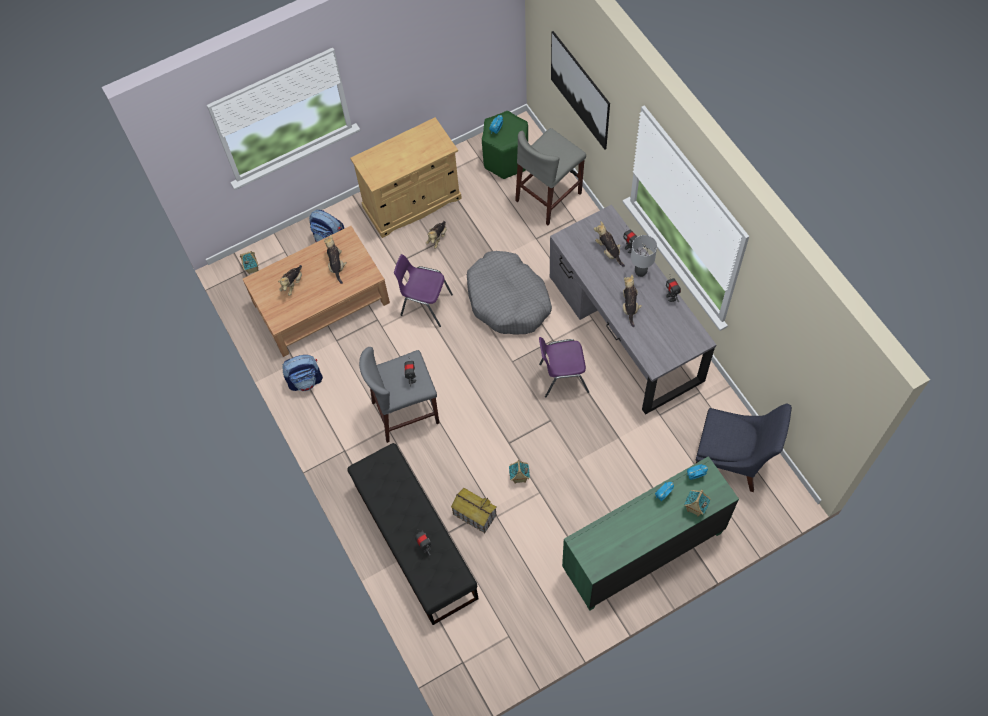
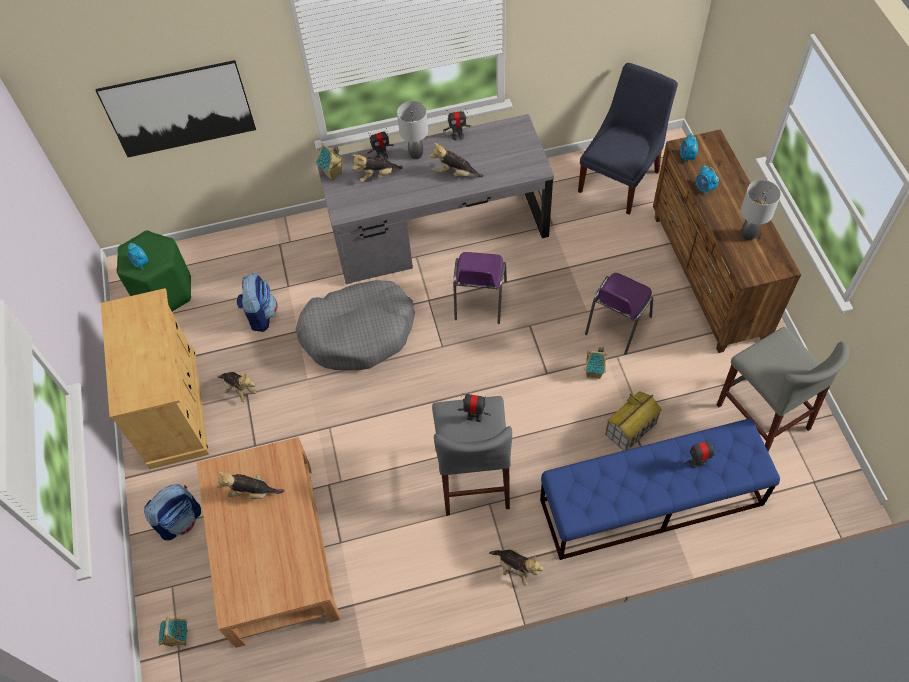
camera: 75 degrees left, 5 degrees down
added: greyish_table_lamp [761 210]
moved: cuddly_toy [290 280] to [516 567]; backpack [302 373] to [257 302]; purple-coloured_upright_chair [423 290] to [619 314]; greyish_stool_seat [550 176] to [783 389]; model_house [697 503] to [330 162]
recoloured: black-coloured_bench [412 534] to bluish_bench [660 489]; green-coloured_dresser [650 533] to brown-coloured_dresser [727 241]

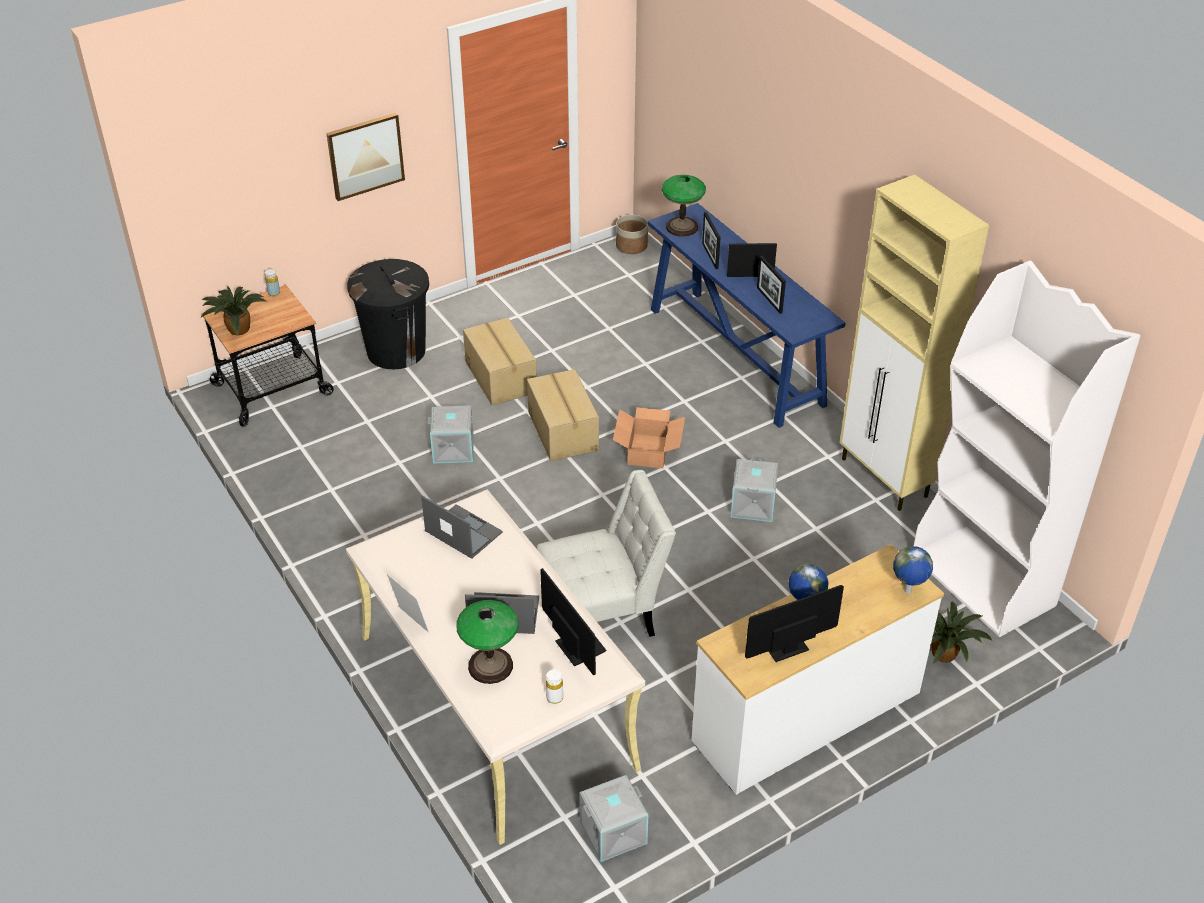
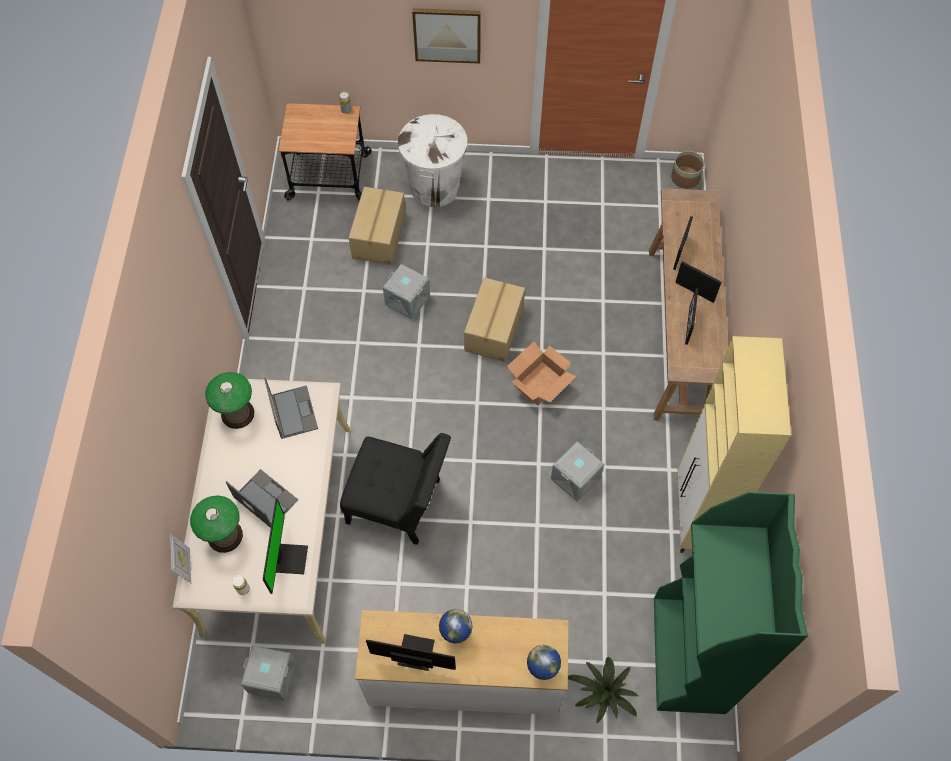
camera: 35 degrees right, 20 degrees up
removed: houseplant [233 310]
moved: photo_frame [408 603] to [180 558]; cardboard_box [500 362] to [377 226]; table_lamp [684 206] to [229 400]
recoloured: black-coloured_waste_bin [388 314] to whitish_waste_bin [432 160]; whitish_upright_chair [606 553] to black-coloured_upright_chair [395 489]; bluish_console_table [747 315] to brown-coloured_console_table [688 304]; whitish_bookcase [1027 448] to green-coloured_bookcase [731 603]

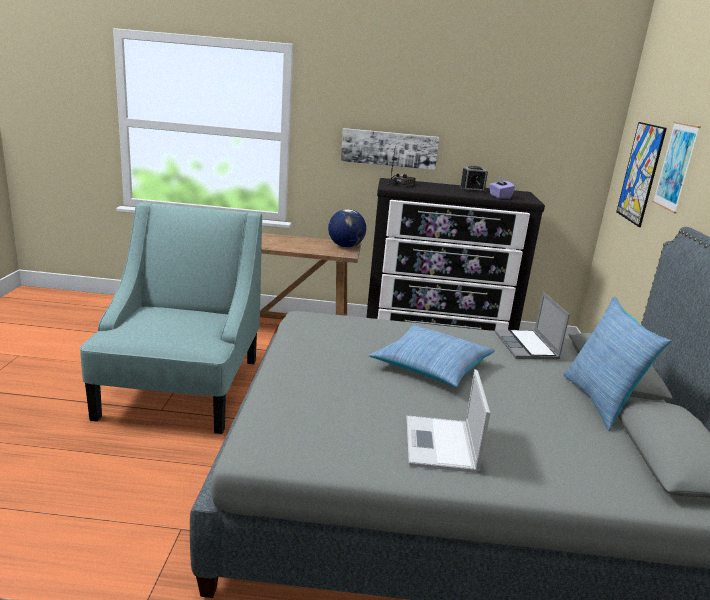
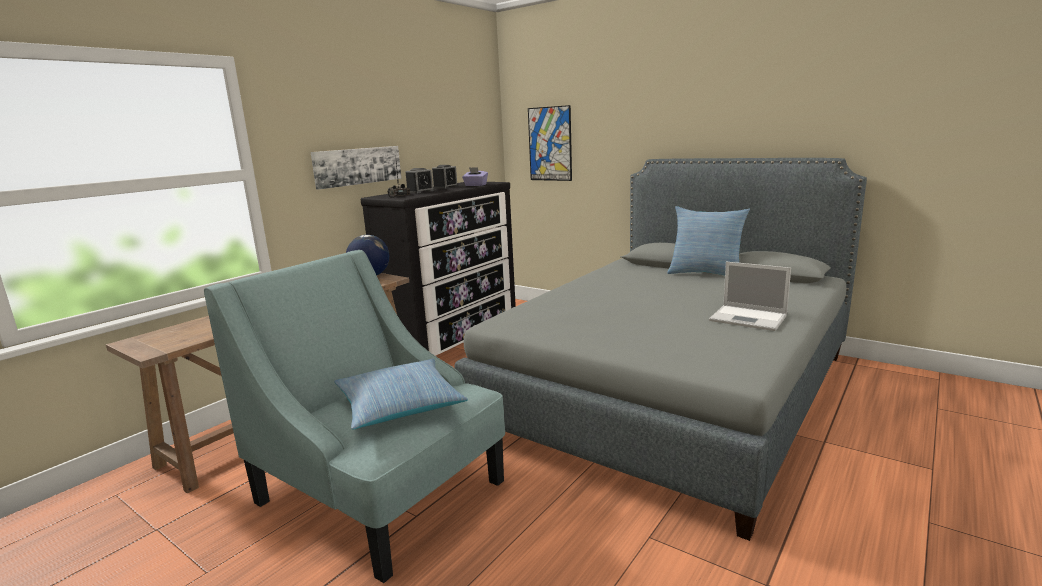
camera: 55 degrees left, 5 degrees down
removed: portable_computer [532 325]; wall_picture [676 167]
added: bedside_clock [419 181]
moved: pillow [431 356] to [401 394]

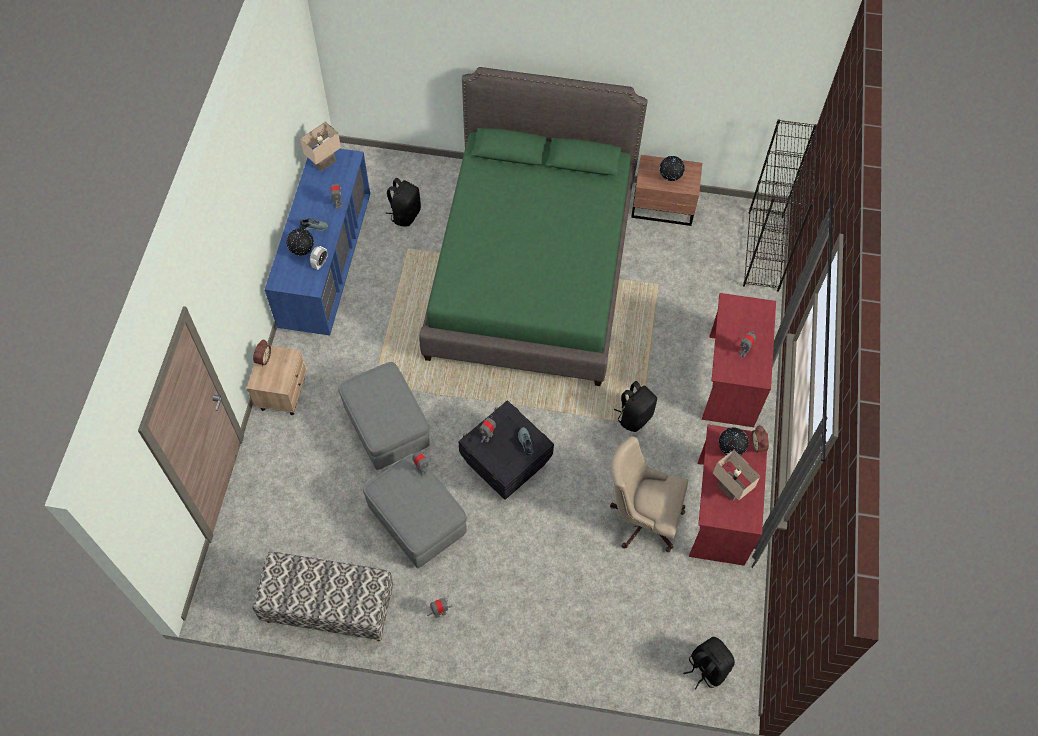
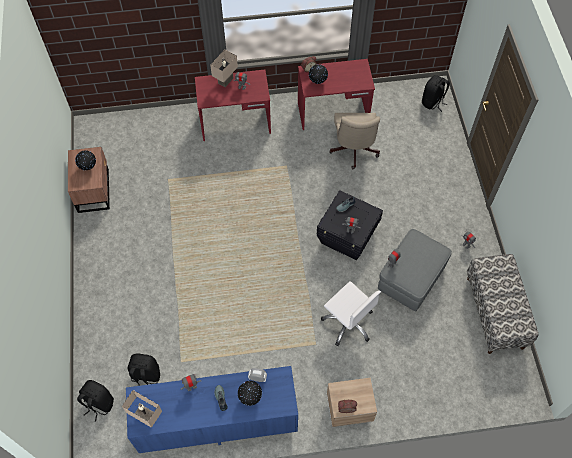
camera: 105 degrees left, 0 degrees up
removed: green-coloured_bed [533 226]; black-coloured_bookcase [780 205]
moved: black-coloured_backpack [635 406] to [95 401]; beige-coloured_table_lamp [737 475] to [224 68]
replaced: greyish_pouffe [384 416] to whitish_computer_chair [351 313]

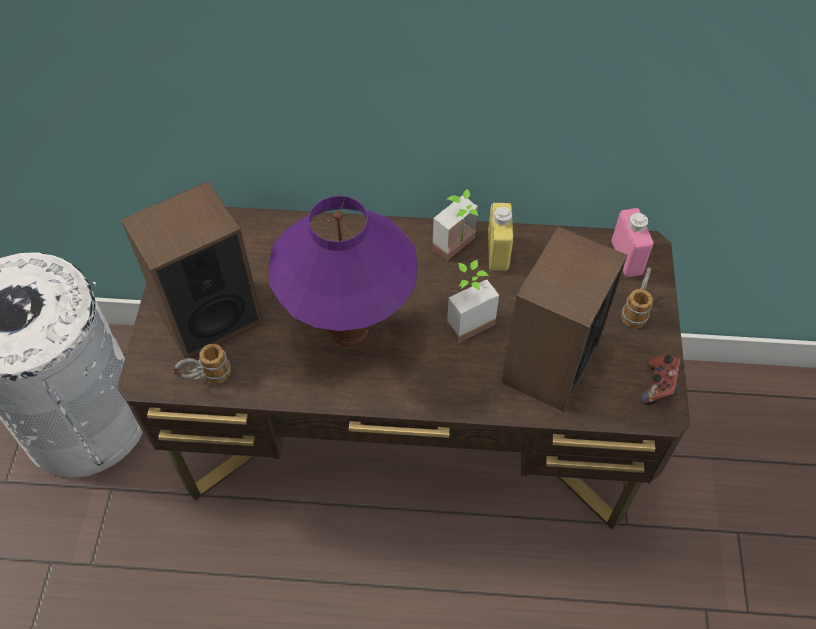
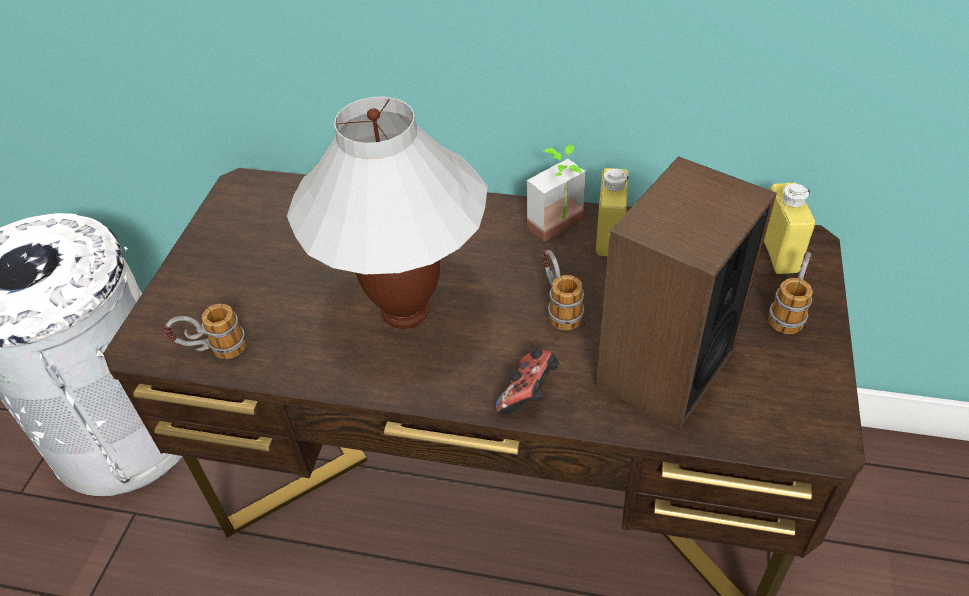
camera: 10 degrees right, 10 degrees down
removed: loudspeaker [192 270]
moved: gamepad [663 380] to [527 381]
replaced: houseplant [473 301] to tea_mug [563 290]
recoloured: purple-coloured_table_lamp [343 271] to whitish_table_lamp [387 212]; pink_drink_bottle [632 242] to yellow-coloured_drink_bottle [790 228]

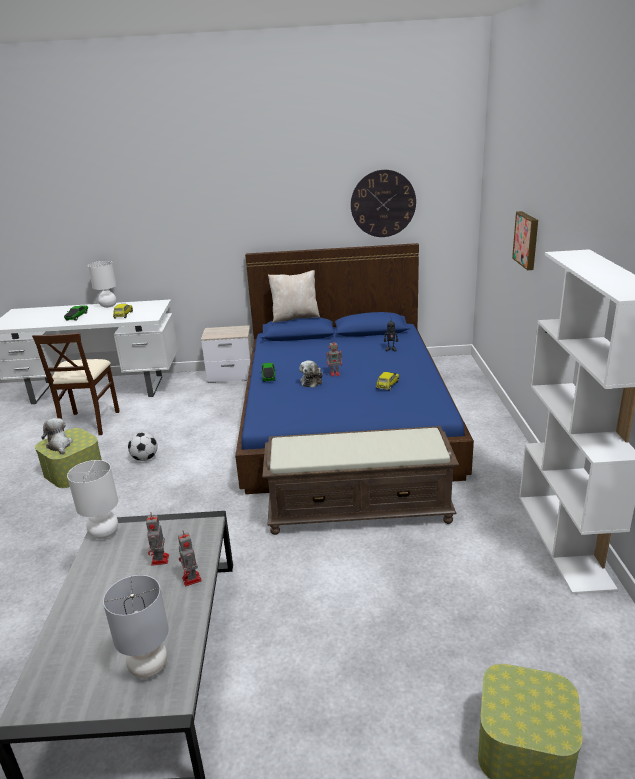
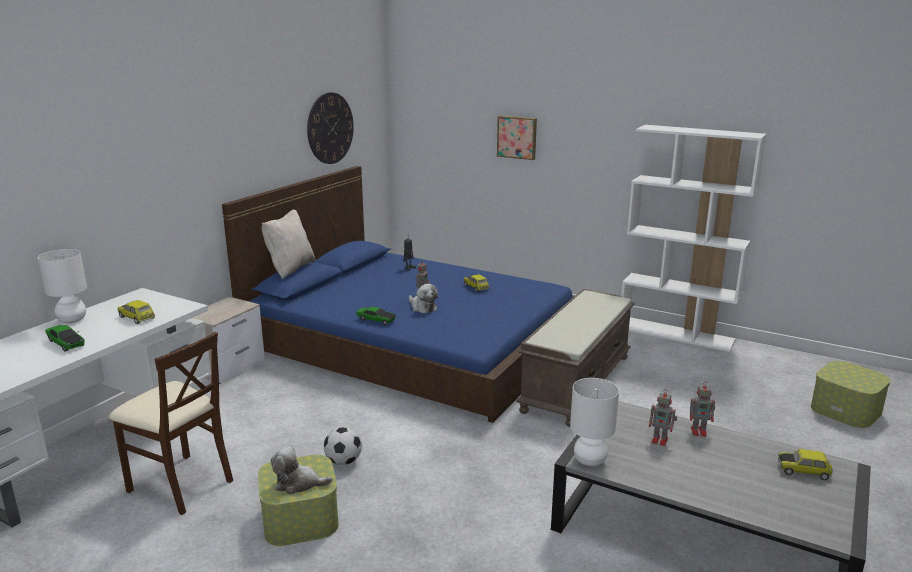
camera: 60 degrees left, 5 degrees down
replaced: greyish_table_lamp [136 627] to toy_car [805 464]

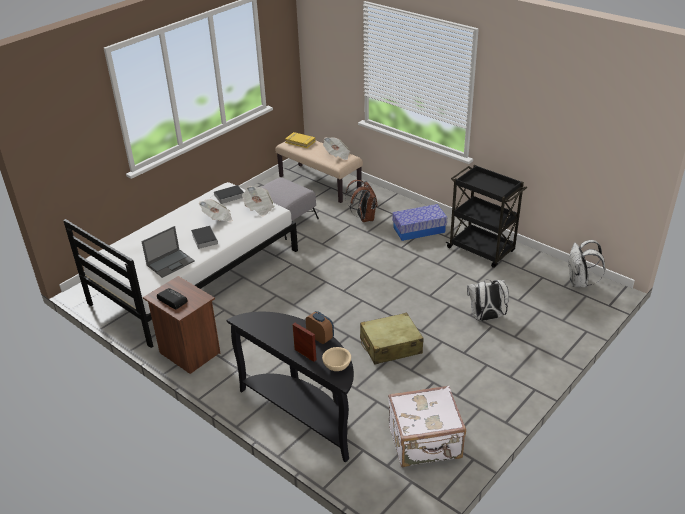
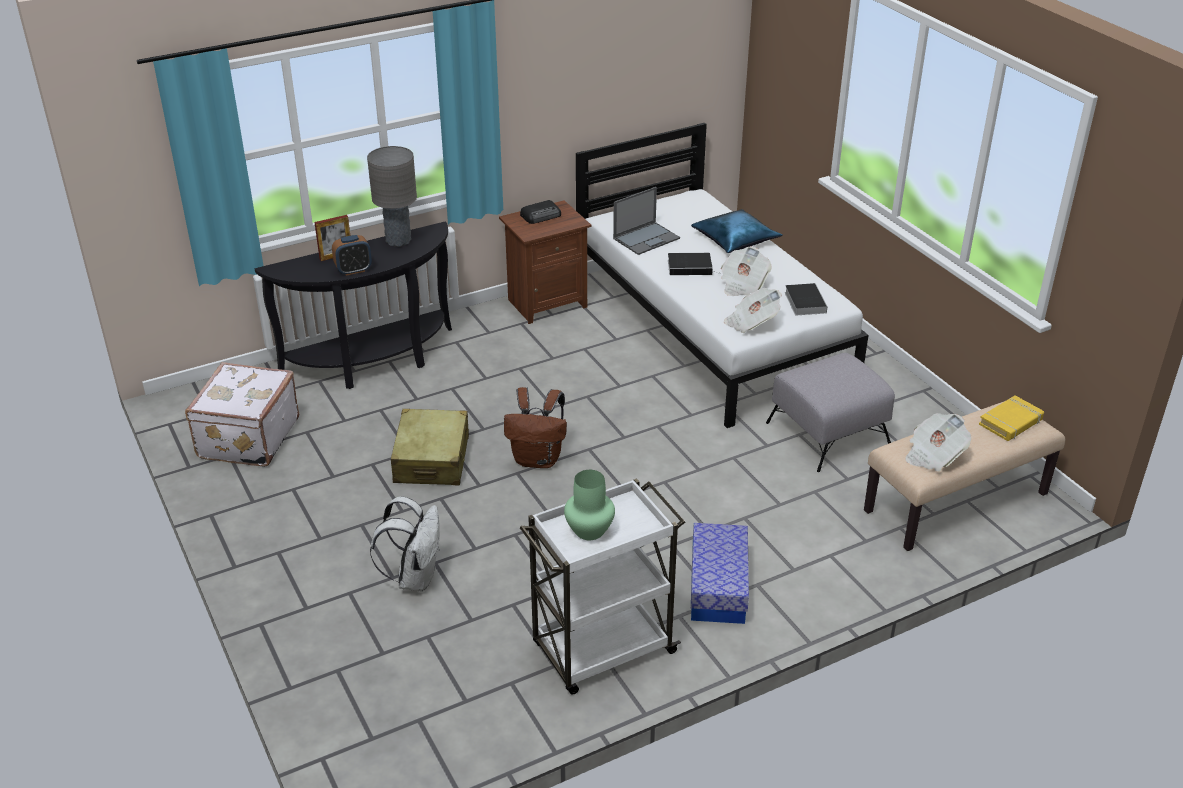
camera: 110 degrees right, 0 degrees up
removed: beige-coloured_deep_dish [336 359]; whitish_backpack [587 264]
added: greyish_table_lamp [392 196]; green-coloured_vase [589 505]; bluish_pillow [737 231]
moved: brown-coloured_backpack [361 201] to [535 427]
recoloured: black-coloured_trolley [486 216] to whitish_trolley [602 586]
turned: portable_computer [168 252] = [646 221] 105 degrees counterclockwise

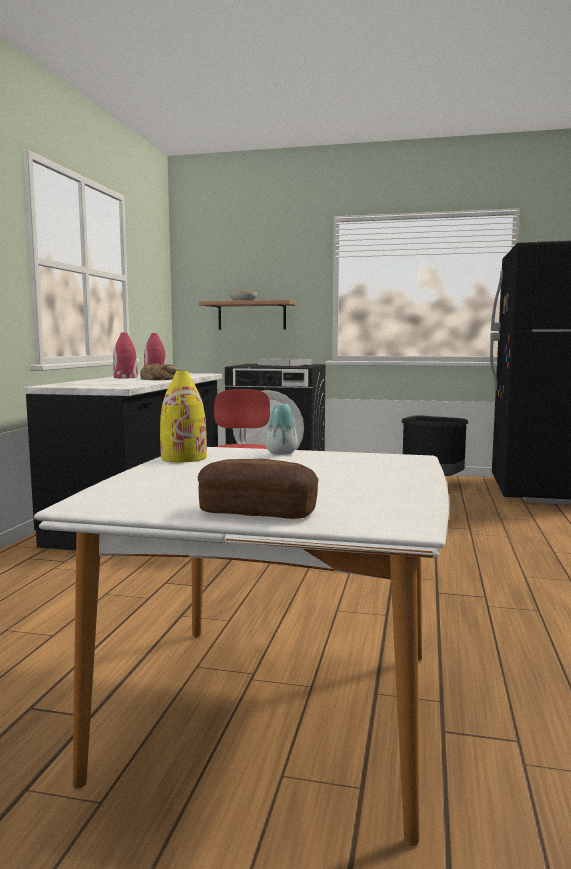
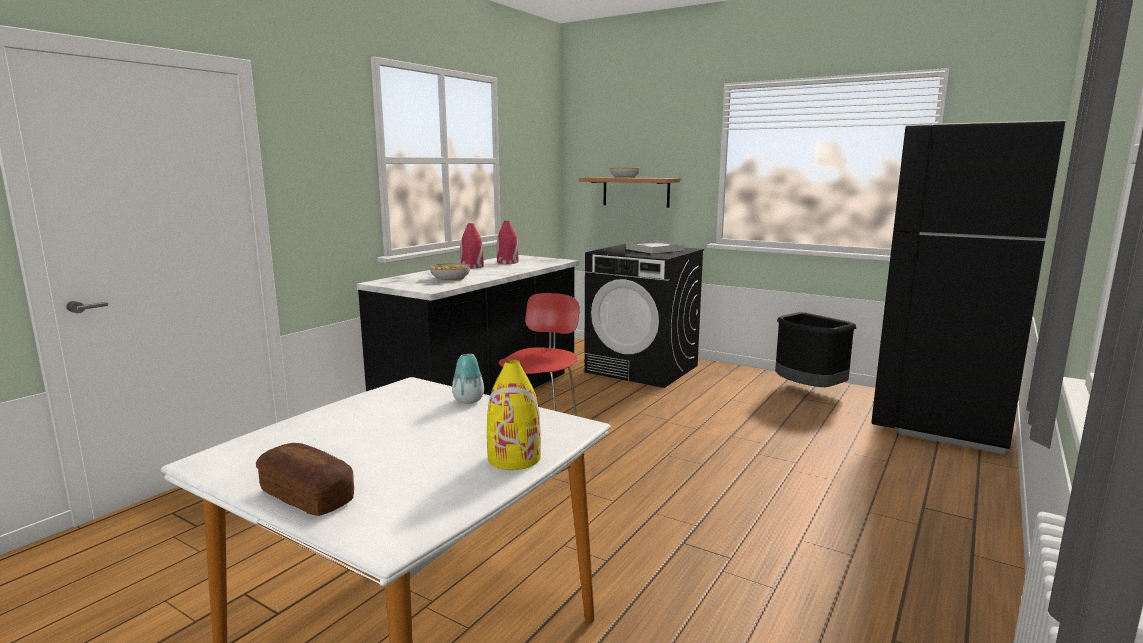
camera: 20 degrees right, 5 degrees up
removed: bakery_bread [159 371]
added: deep_dish [450 272]
moved: yellow-coloured_vase [183 416] to [514 415]

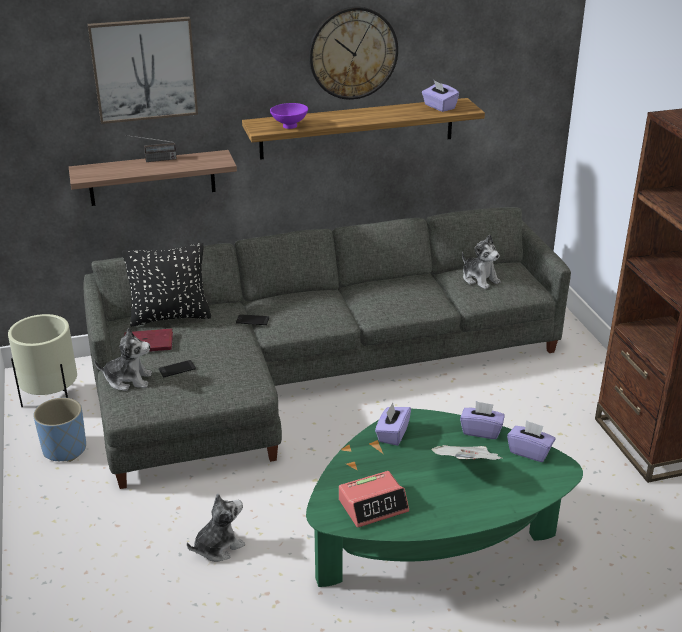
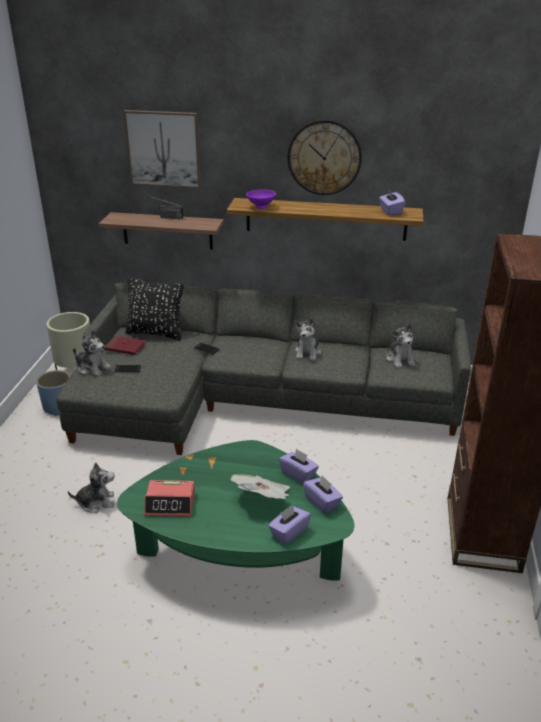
camera: 25 degrees right, 0 degrees up
added: cuddly_toy [308 339]
moved: purple-coloured_box_of_tissues [393 424] to [289 525]

